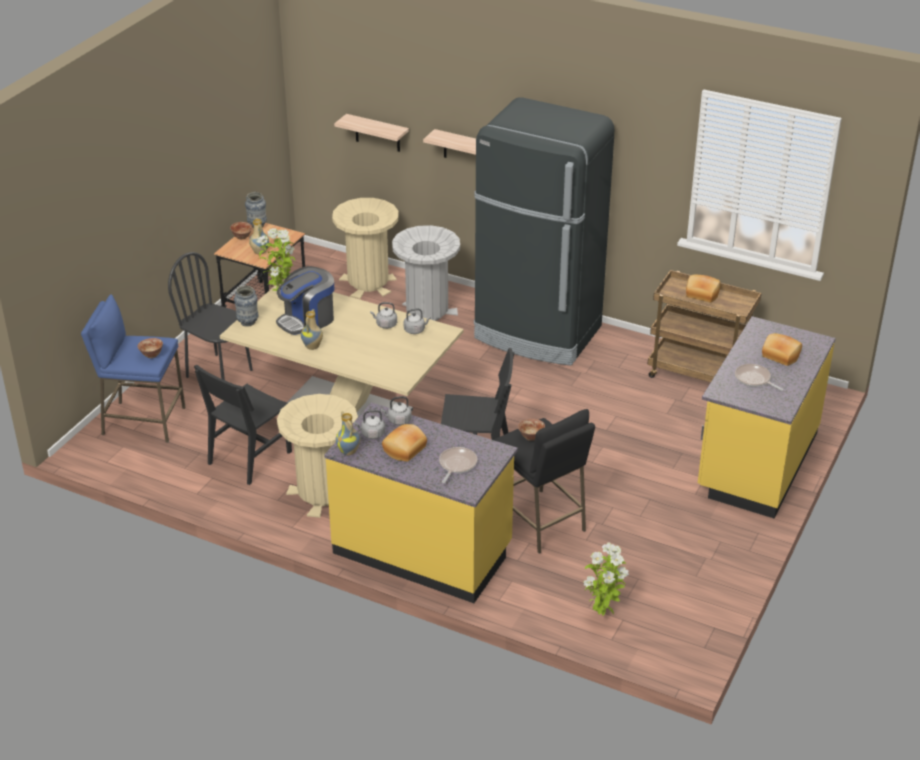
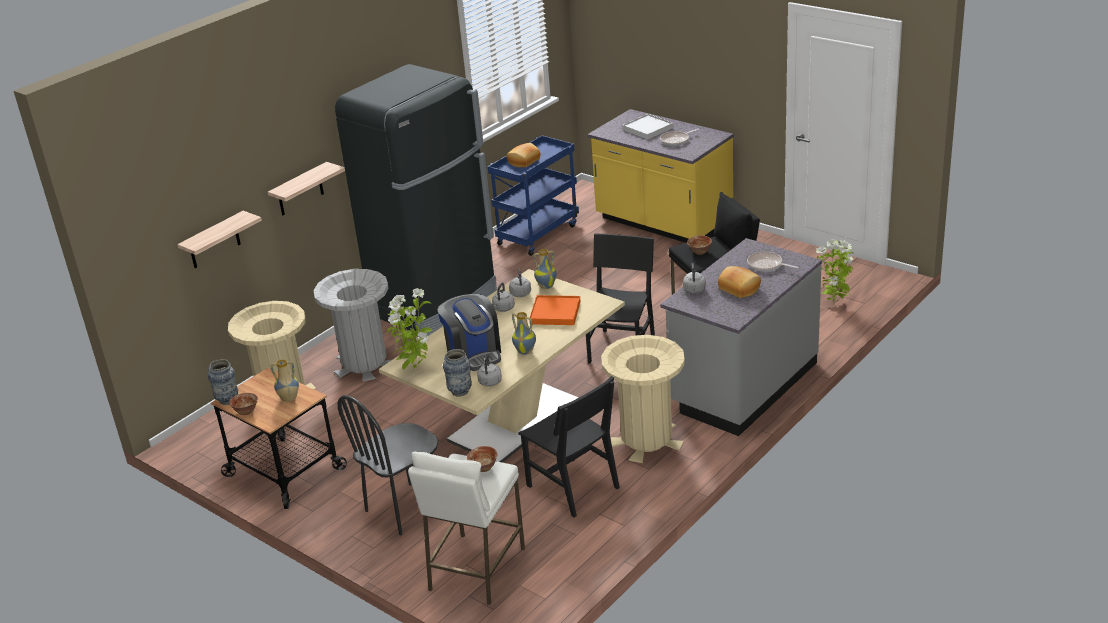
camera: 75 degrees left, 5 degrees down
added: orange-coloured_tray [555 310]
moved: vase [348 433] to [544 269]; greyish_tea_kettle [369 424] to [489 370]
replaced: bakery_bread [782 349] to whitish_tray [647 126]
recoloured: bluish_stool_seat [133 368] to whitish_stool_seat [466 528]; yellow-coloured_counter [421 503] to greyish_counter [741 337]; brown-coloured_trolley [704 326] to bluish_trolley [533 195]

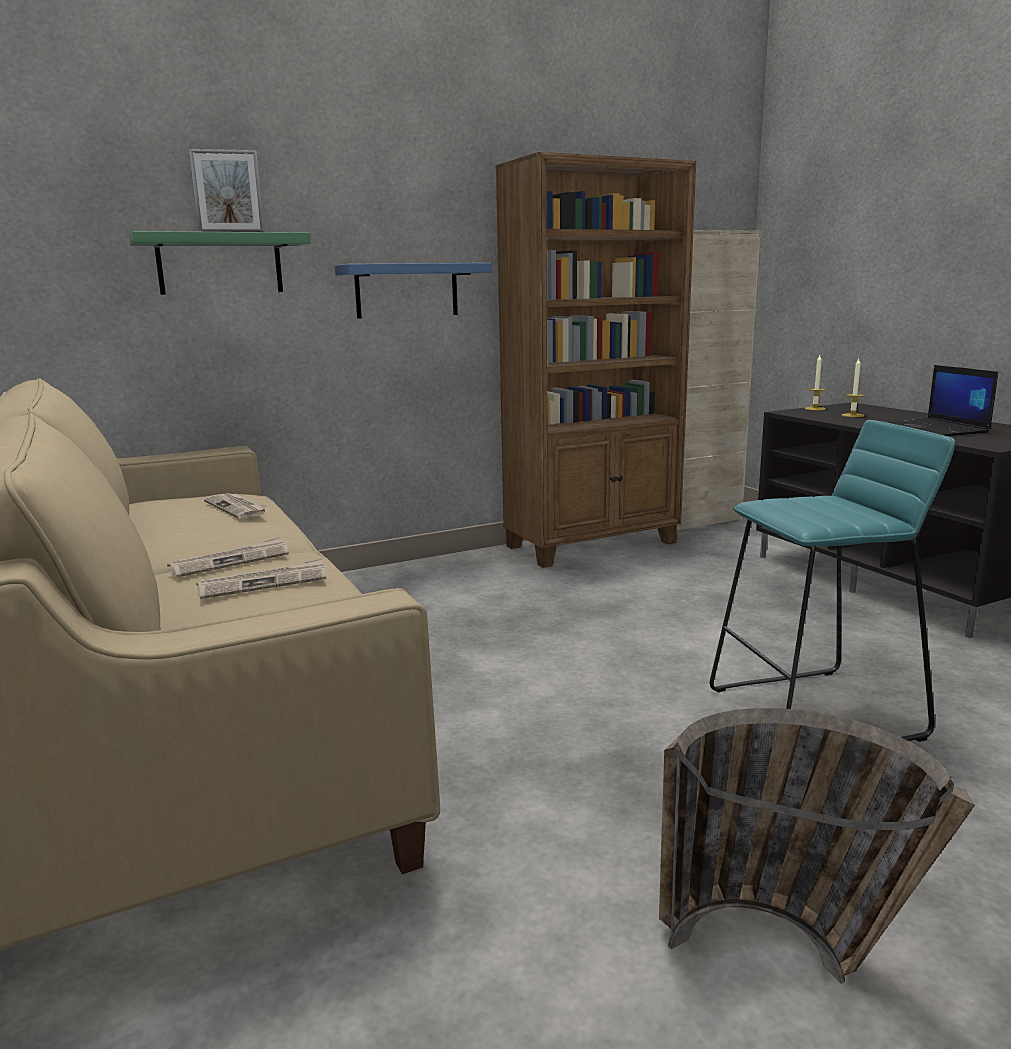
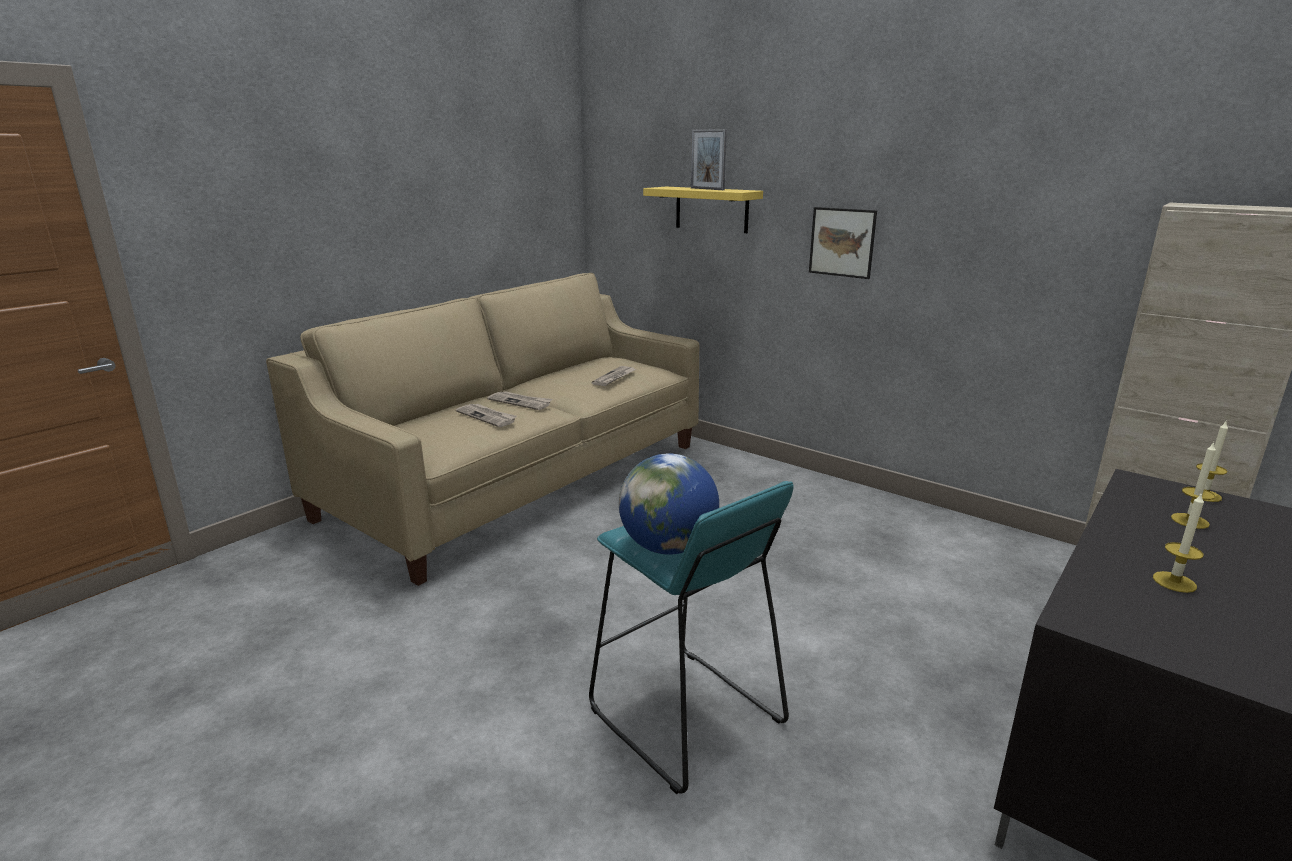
camera: 65 degrees right, 5 degrees up
removed: brown-coloured_bookcase [595 360]; household_basket [817 846]
added: desk_globe [669 504]
replaced: bluish_shelf [413 291] to wall_picture [843 243]; portable_computer [942 400] to wax_light [1178 542]
recoloured: green-coloured_shelf [220 263] to yellow-coloured_shelf [703 210]

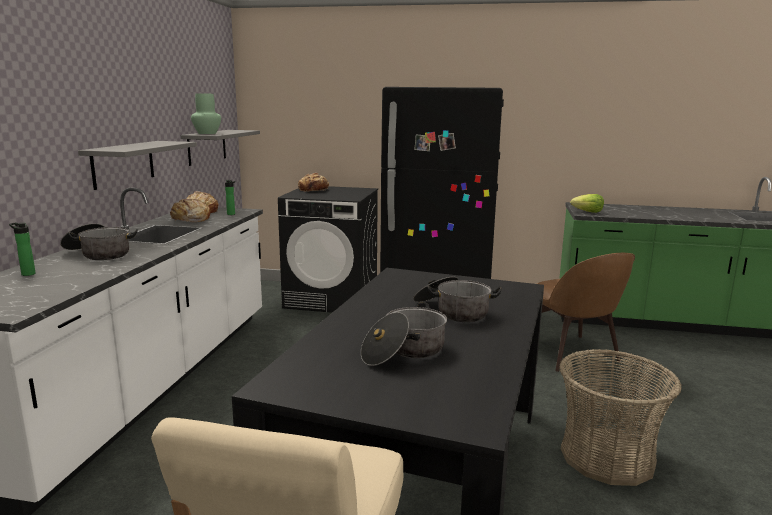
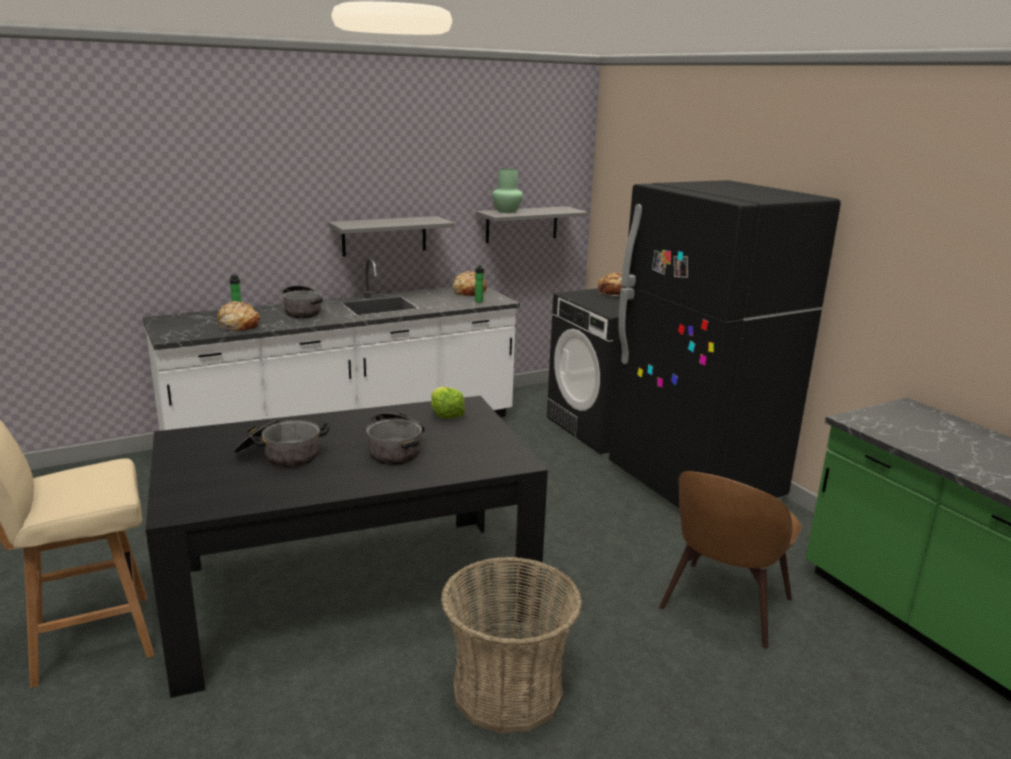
camera: 50 degrees right, 5 degrees up
moved: bakery_bread [190 210] to [238 316]; lettuce [587 203] to [448 403]

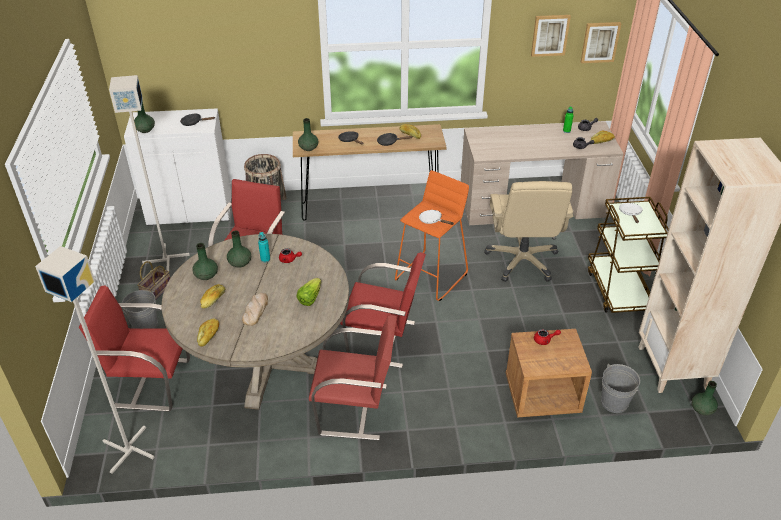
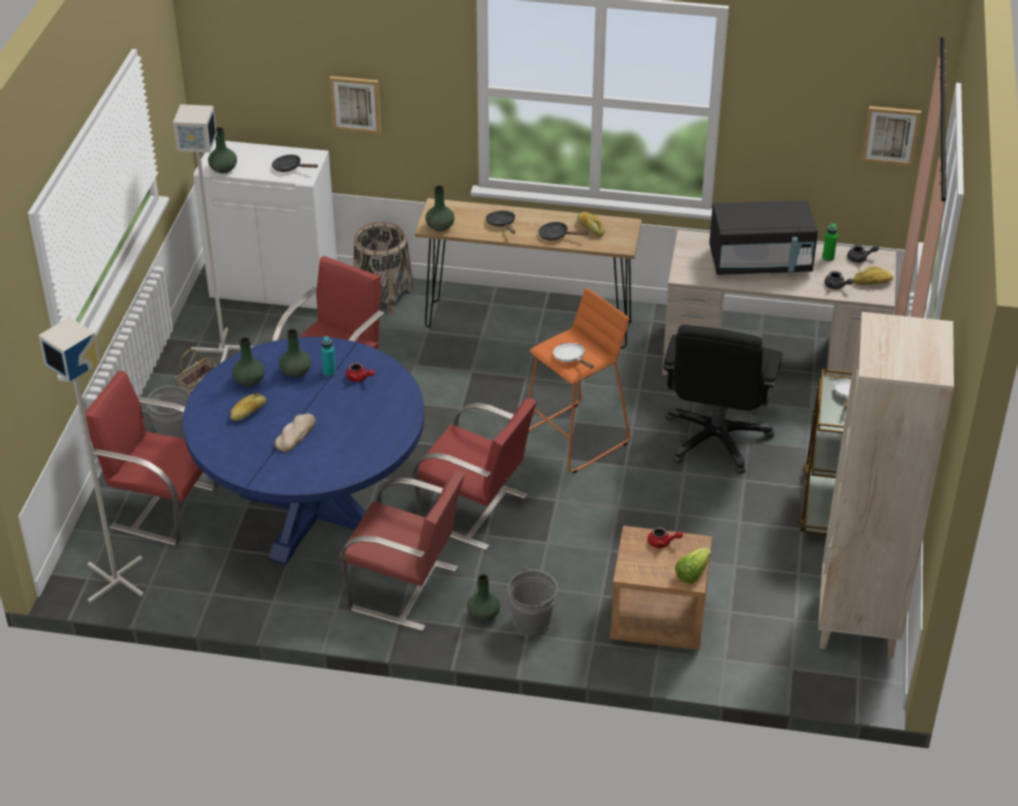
camera: 15 degrees right, 0 degrees up
removed: bakery_bread [208 333]
added: black-coloured_microwave [763 237]
moved: lettuce [308 292] to [693 565]; wall_picture [551 36] to [355 105]; greyish_water_bucket [620 388] to [532 601]; green-coloured_vase [705 398] to [483 598]
recoloured: beige-coloured_dinner_table [255 322] to bluish_dinner_table [303 451]; beige-coloured_computer_chair [528 231] to black-coloured_computer_chair [723 399]

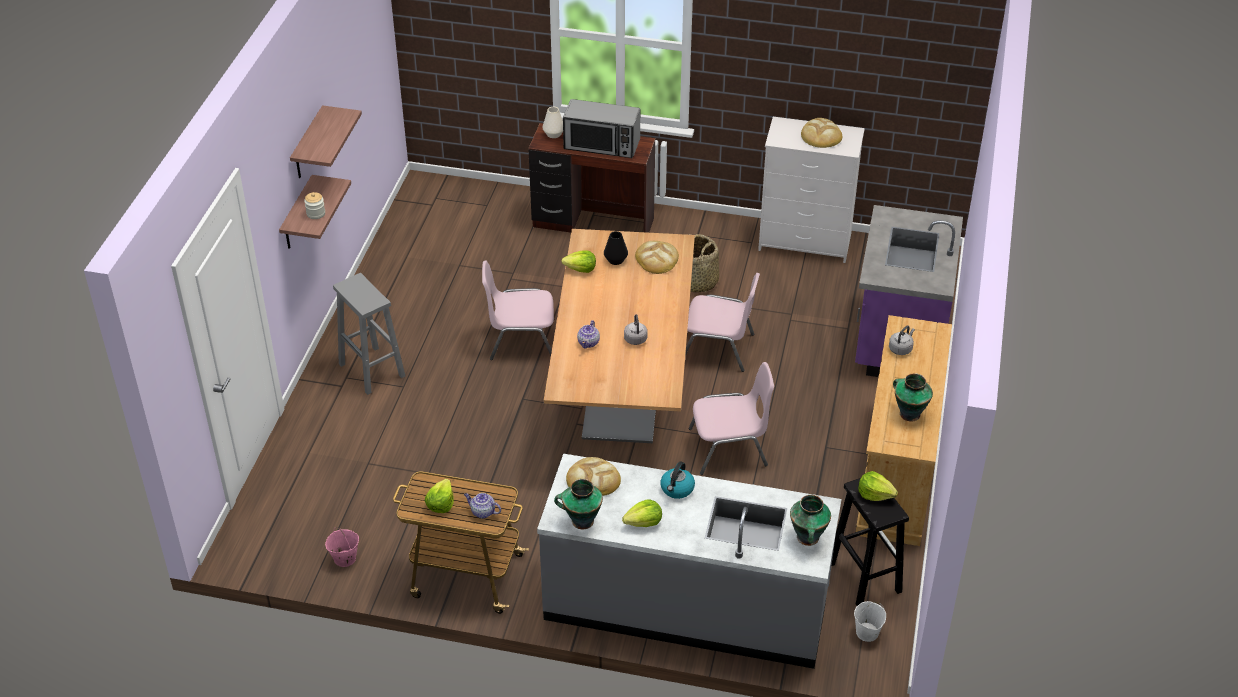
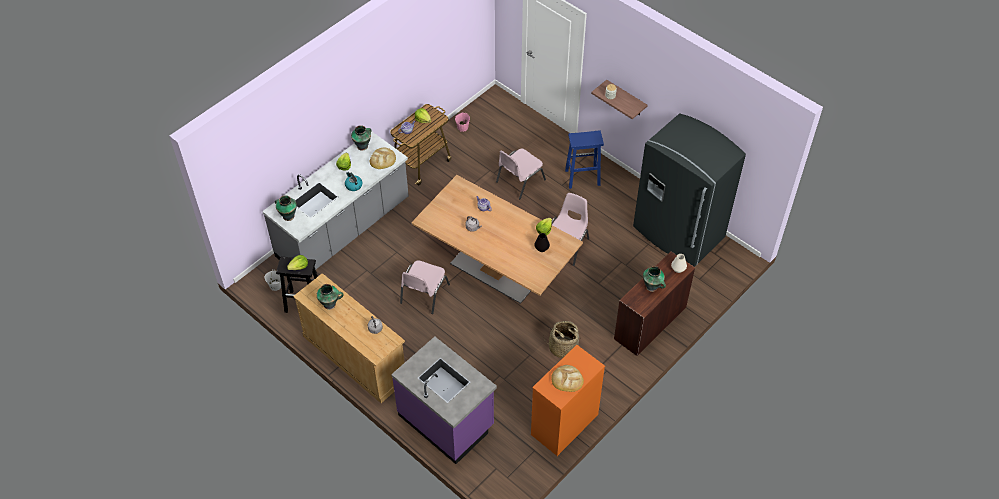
camera: 120 degrees right, 10 degrees up
removed: shelf [326 141]; bakery_bread [657 257]
added: greyish_fridge [689 190]
moved: pink_upright_chair [722 322] to [521 173]
replaced: microwave [601 128] to vase [654 279]
recoloured: greyish_stool_seat [369 334] to bluish_stool_seat [584 159]; whitish_dresser [811 190] to orange-coloured_dresser [568 400]

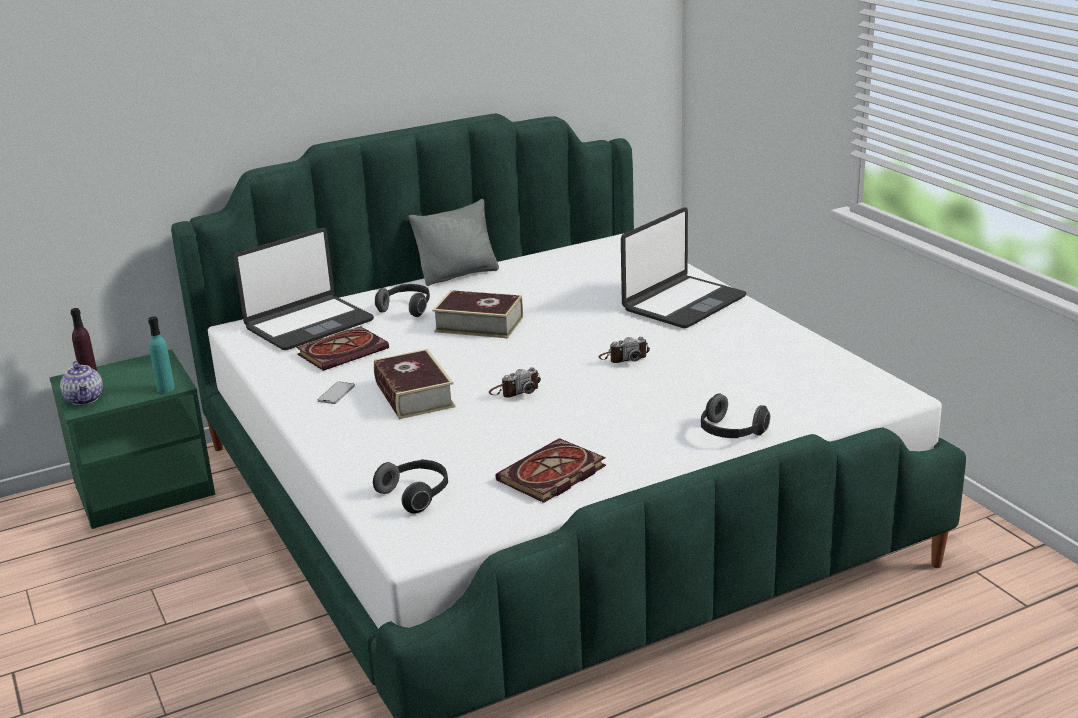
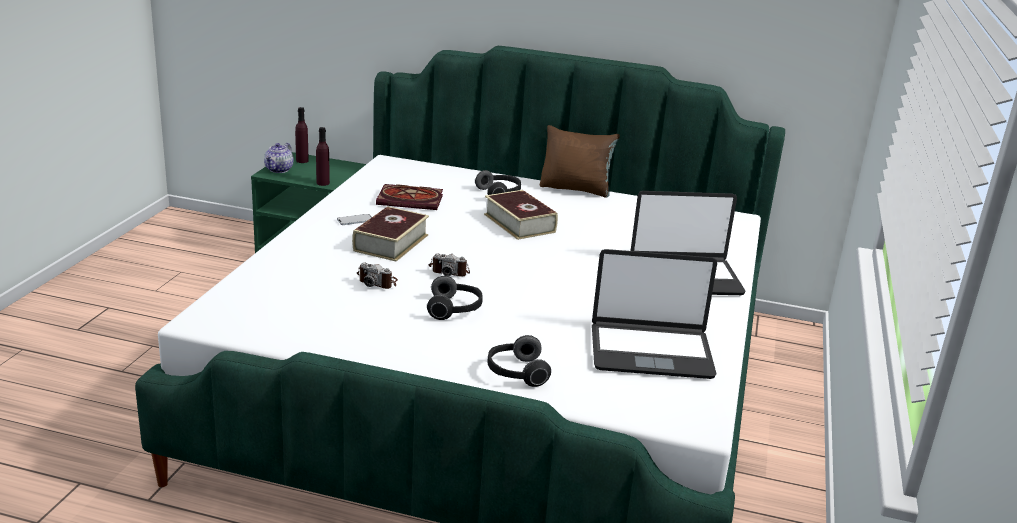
camera: 40 degrees right, 0 degrees up
removed: volume [550 470]
moved: portable_computer [304 289] to [654 314]; headphones [410 487] to [455 298]; still_camera [624 350] to [377 275]
recoloured: blue-green_drink_bottle [161 354] to purple-coloured_drink_bottle [323 156]; greyish_pillow [454 242] to brown-coloured_pillow [580 161]

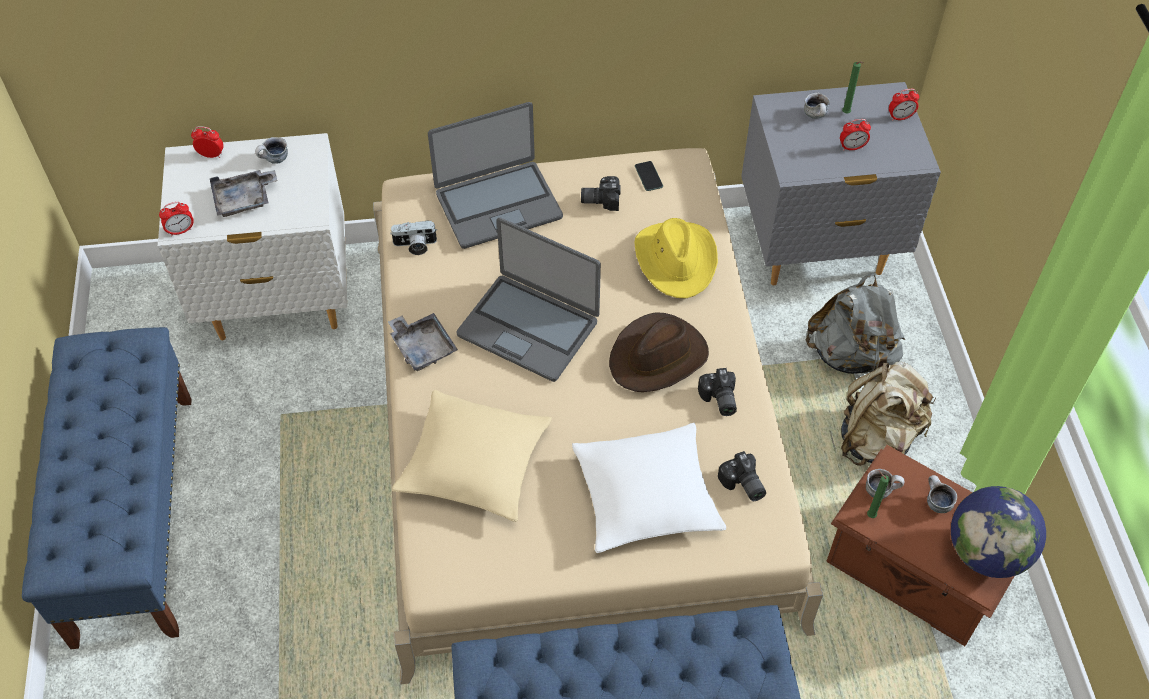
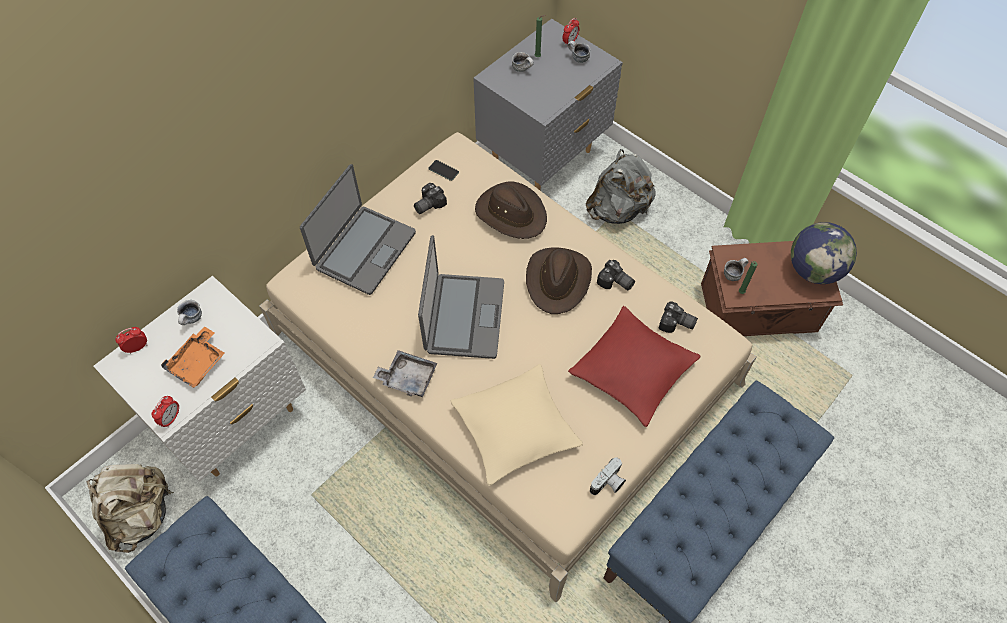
camera: 40 degrees left, 5 degrees up
removed: bedside_clock [855 135]
moved: still_camera [414 237] to [608 476]; beige-coloured_backpack [888 414] to [129 508]; tea_mug [942 494] to [579 52]
recoloured: greyish_tray [243 193] to orange-coloured_tray [193 357]; whitish_pillow [649 488] to red-coloured_pillow [634 366]; yellow-coloured_wearable_hat [676 258] to brown-coloured_wearable_hat [511 210]
turned: portable_computer [528 300] = [461 297] 75 degrees counterclockwise

